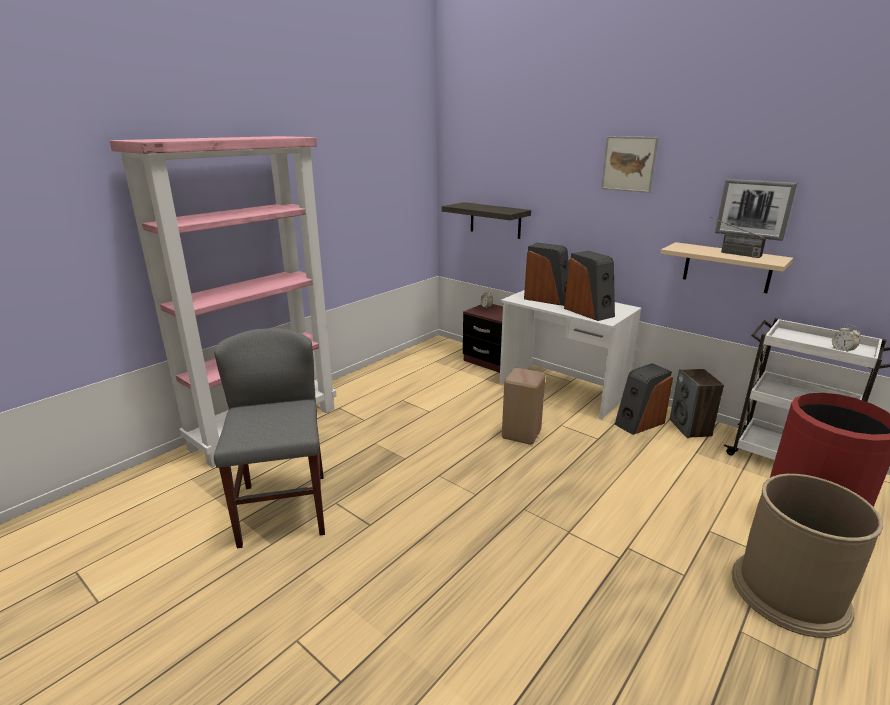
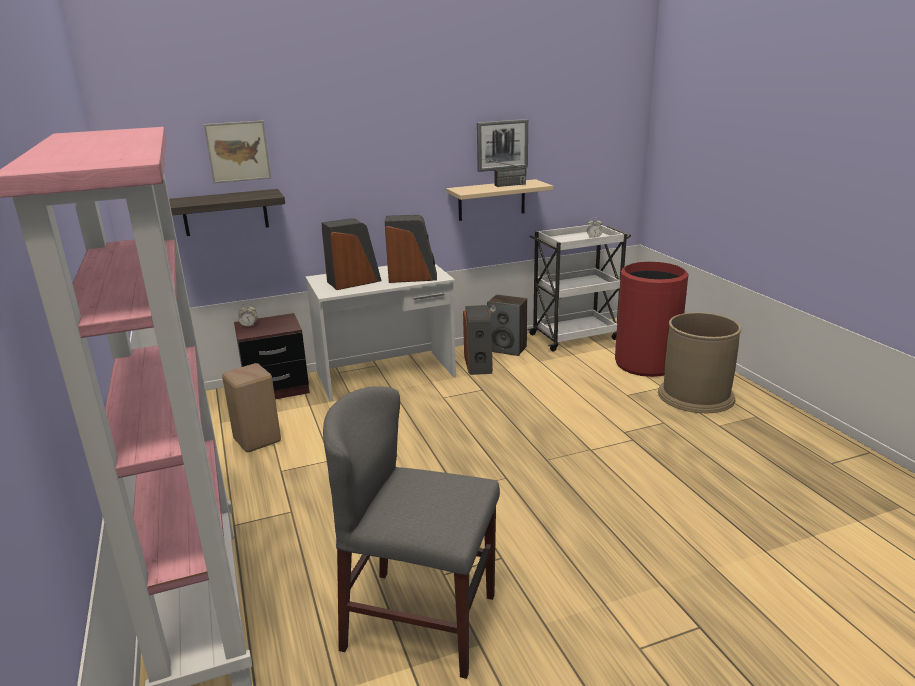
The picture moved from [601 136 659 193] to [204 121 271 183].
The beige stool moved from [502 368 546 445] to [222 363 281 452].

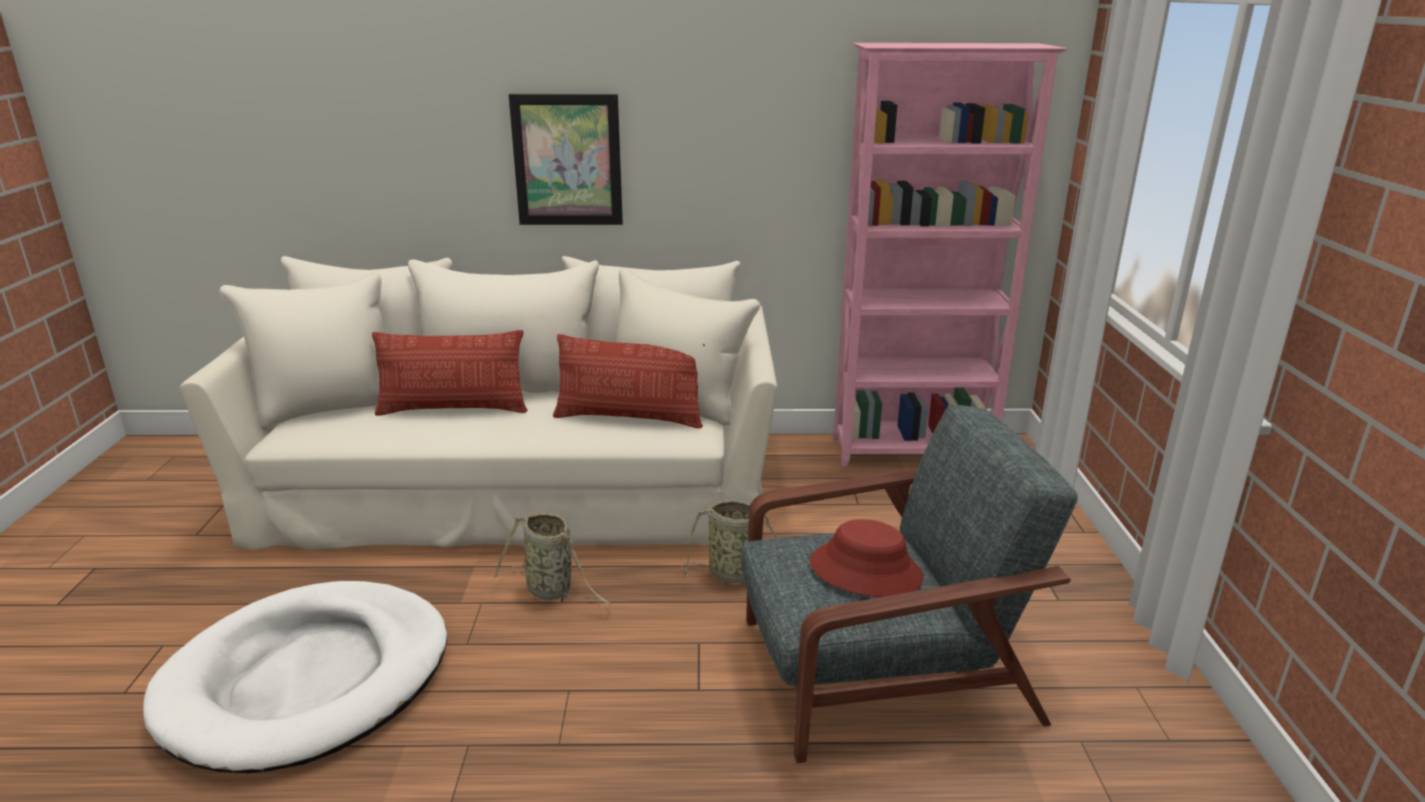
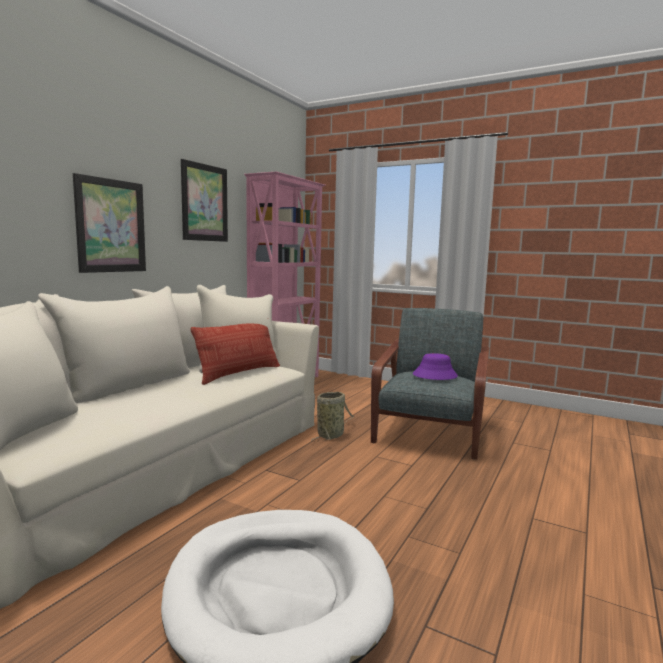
The picture at [181 159 228 242] appeared.
The red hat at [810 519 924 597] became the purple hat at [413 353 458 380].
The pillow at [372 330 528 416] disappeared.
The basket at [493 513 612 605] disappeared.

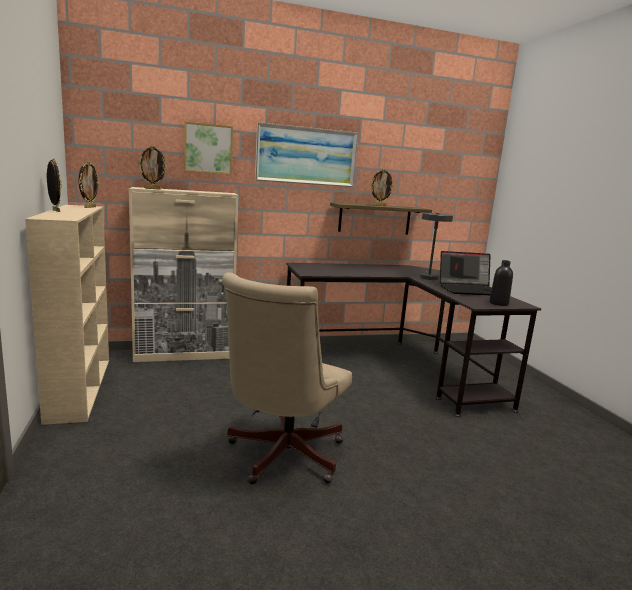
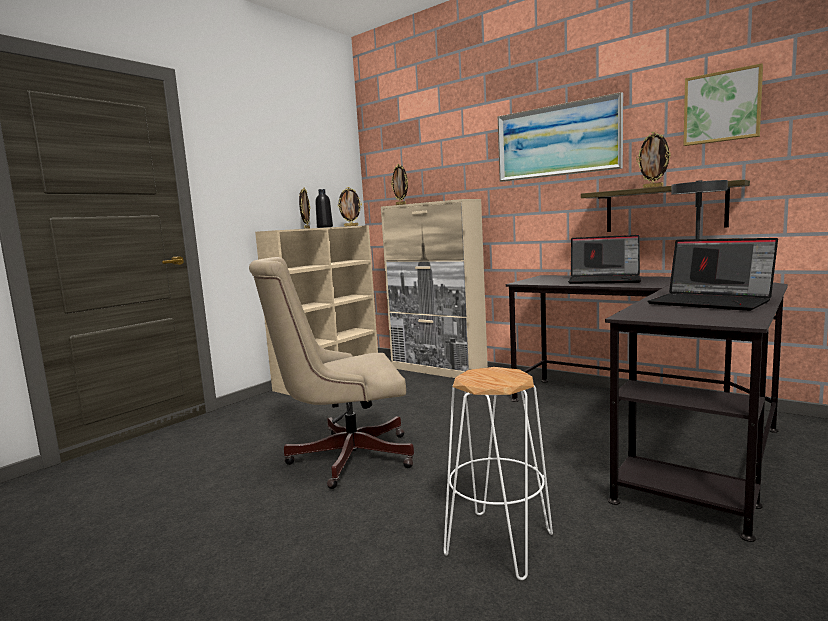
The black bottle moved from [489 260 513 306] to [315 189 333 228].
The white stool at [443 367 553 580] appeared.
The laptop at [568 235 641 284] appeared.
The picture moved from [184 121 233 175] to [684 63 763 146].

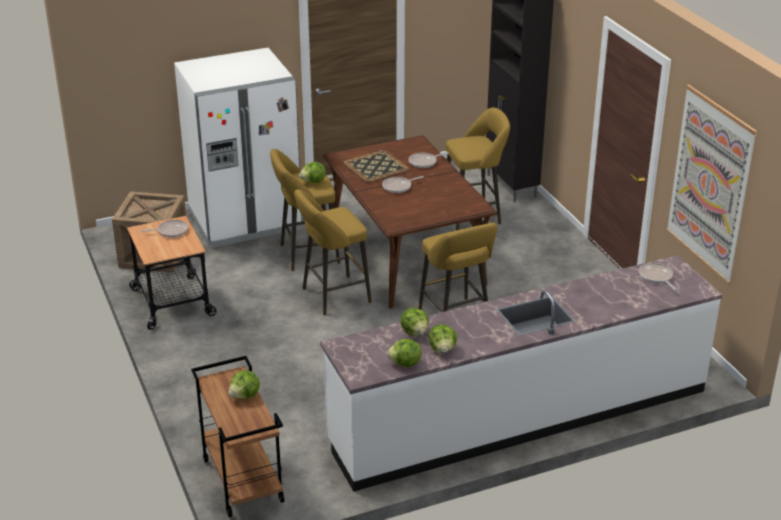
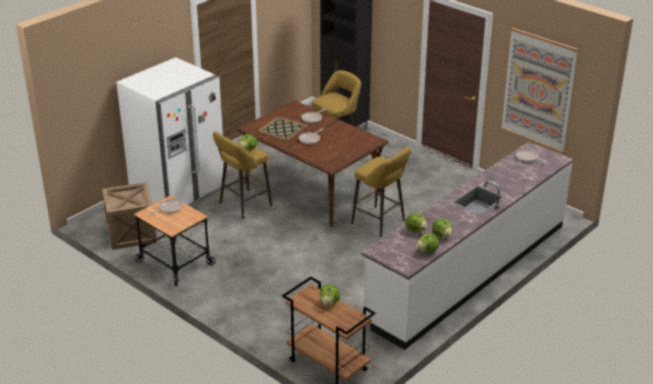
The yellow stool at [294 189 372 315] disappeared.

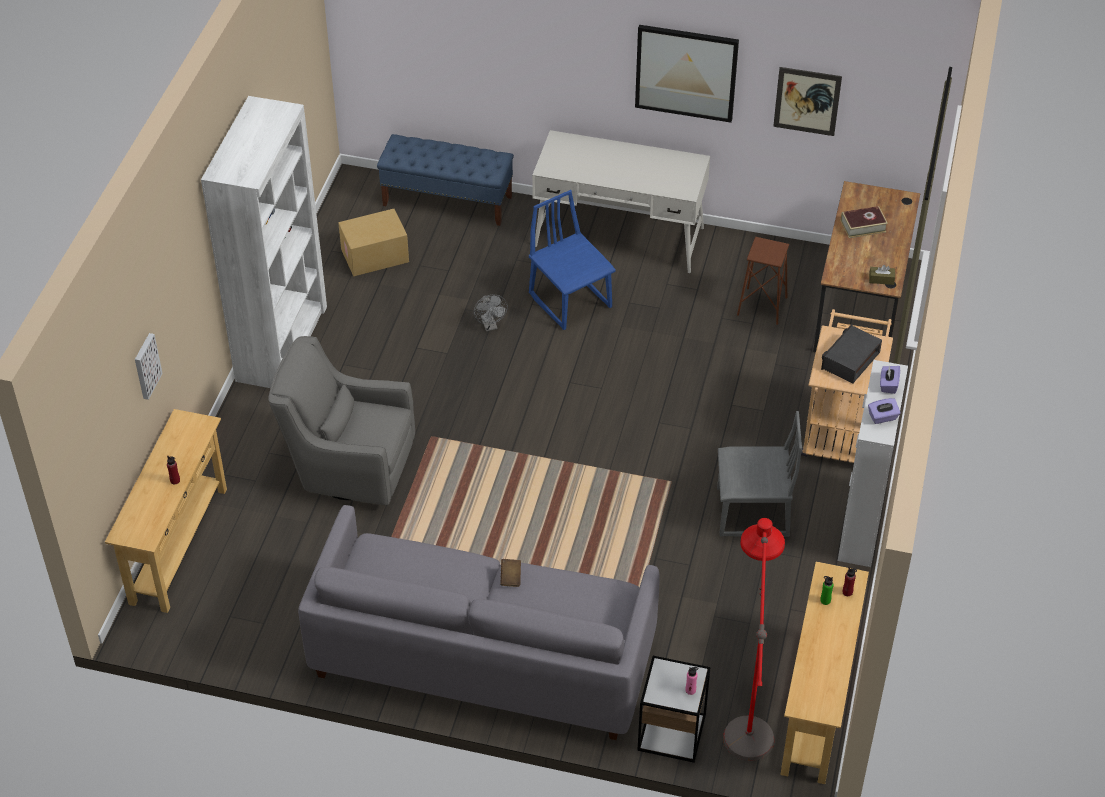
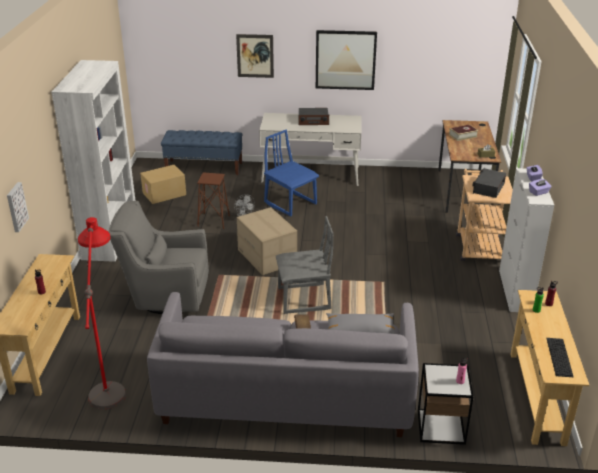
The red floor lamp moved from [723 518 785 761] to [78 217 126 409].
The brown stool moved from [737 237 789 325] to [197 172 230 229].
The picture moved from [773 67 842 136] to [236 34 274 78].
The cardboard box at [237 207 297 275] appeared.
The grey chair moved from [717 411 802 537] to [276 216 333 314].
The radio at [299 108 329 125] appeared.
The grey pillow at [326 313 396 334] appeared.
The keyboard at [546 338 574 377] appeared.

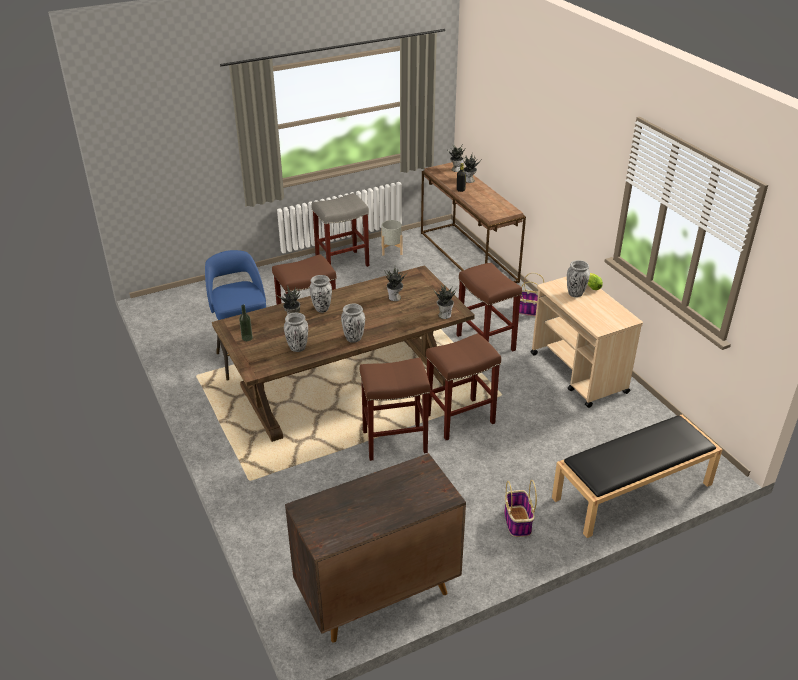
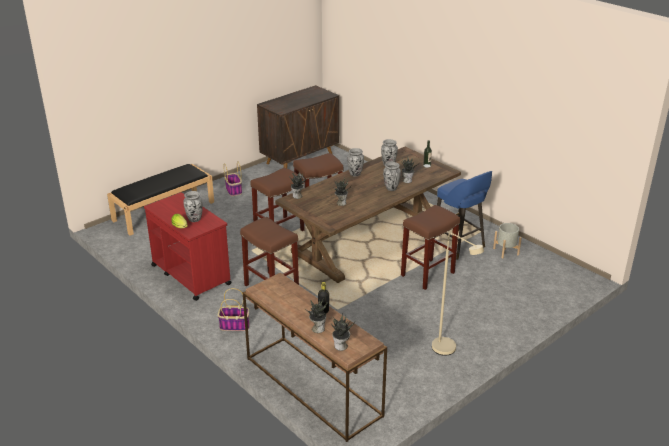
The beige cart at [531 276 643 408] became the red cart at [144 192 232 301].
The grey stool at [311 193 369 267] was replaced by the beige floor lamp at [432 233 484 356].
The grey planter moved from [381 220 402 256] to [493 223 522 258].

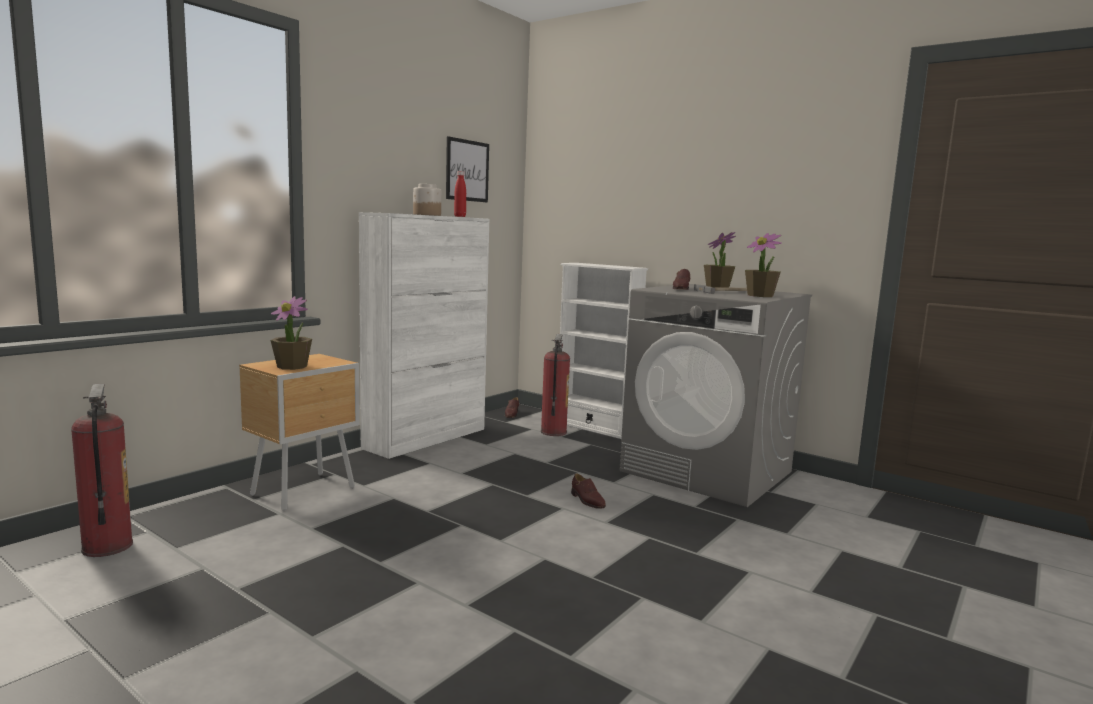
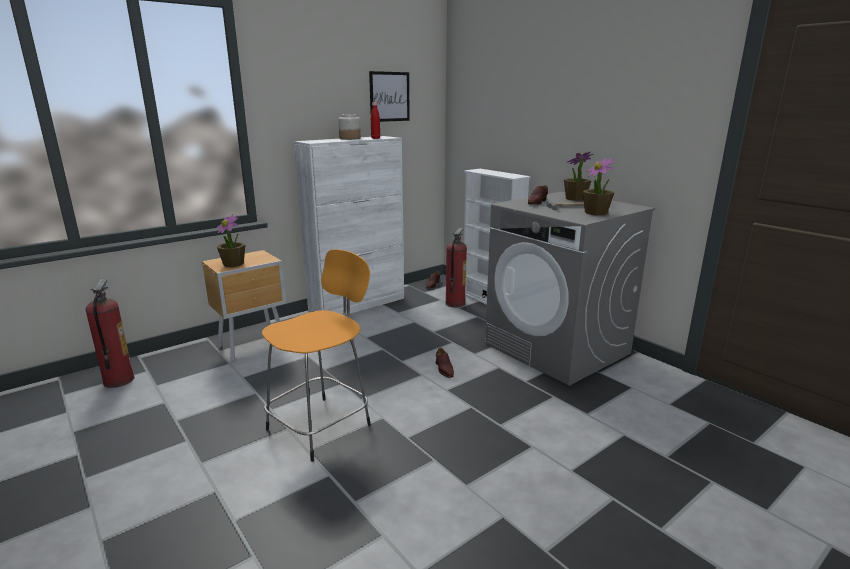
The orange stool at [262 249 371 462] appeared.

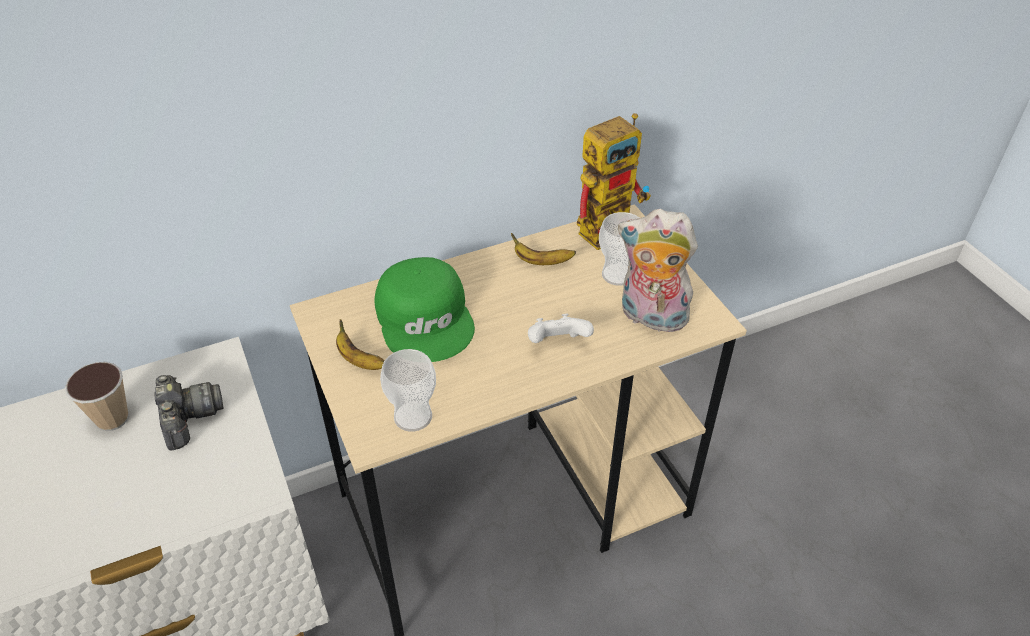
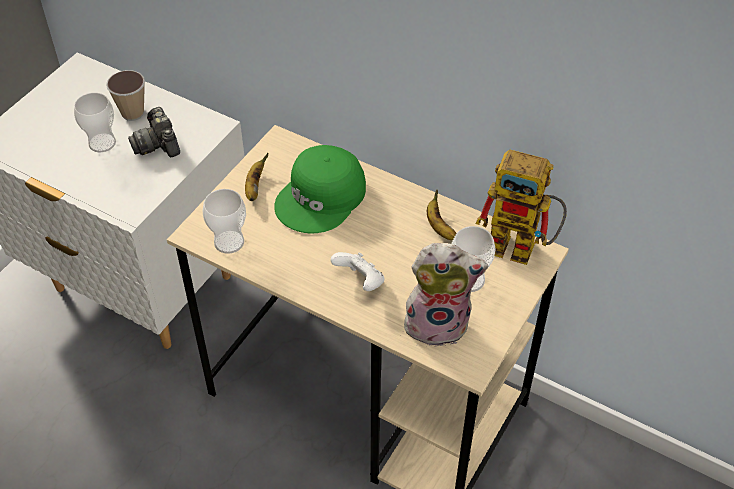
The cup at [74 93 116 152] appeared.
The photo camera at [154 375 223 451] turned 120 degrees clockwise.
The plush toy at [618 209 698 332] turned 105 degrees clockwise.

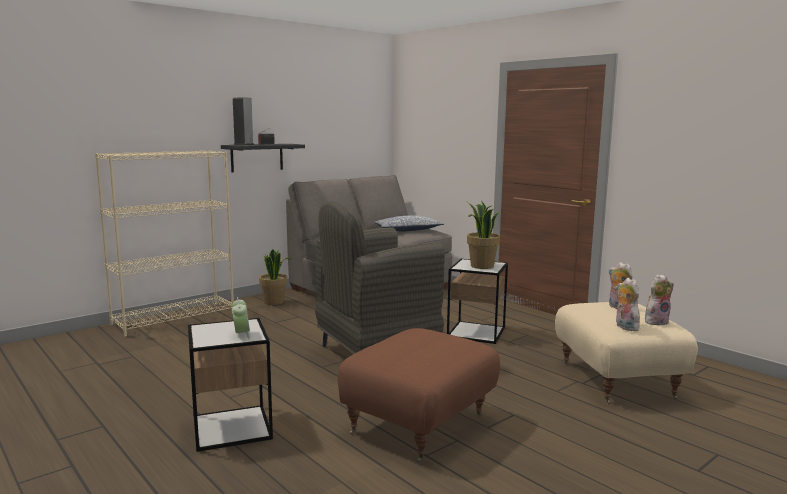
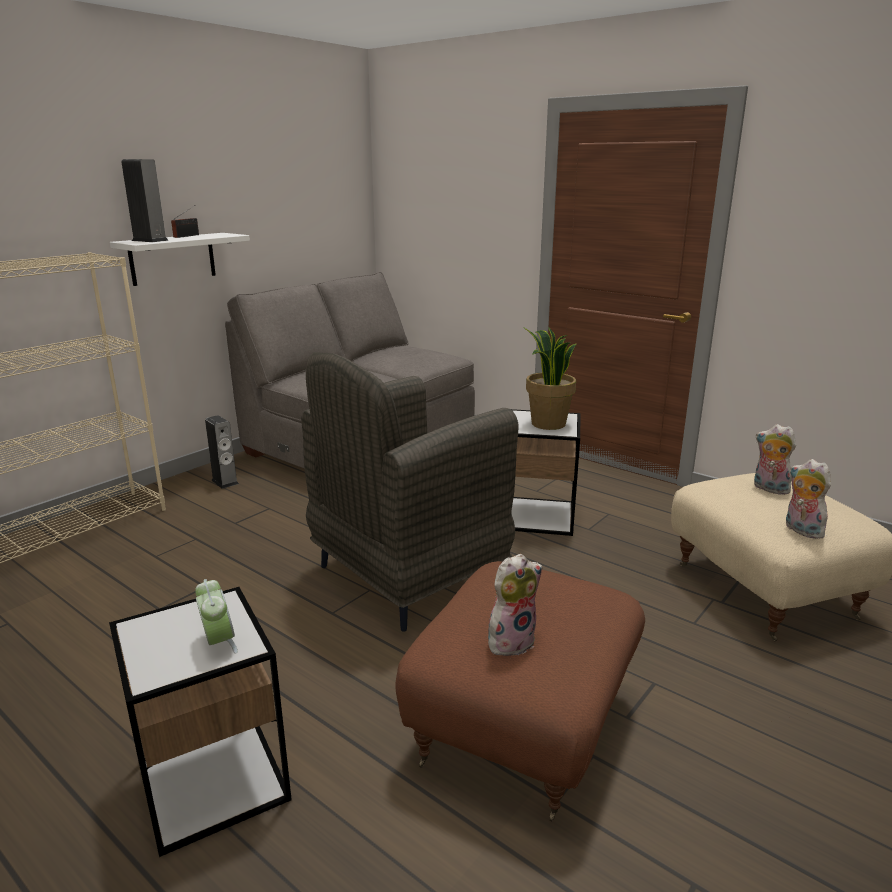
The black shelf at [221 144 305 172] became the white shelf at [110 233 250 286].
The potted plant at [259 250 290 305] was replaced by the speaker at [205 415 239 489].
The plush toy moved from [645 274 674 325] to [488 554 543 656].
The pillow at [374 215 444 231] disappeared.

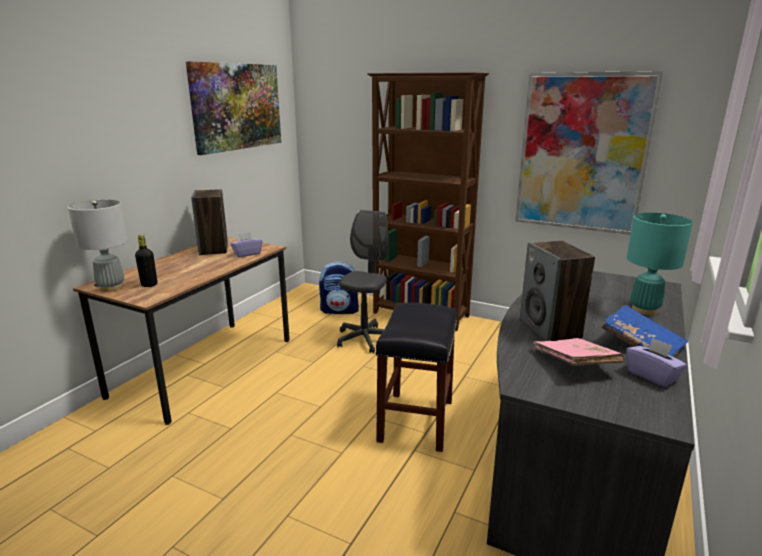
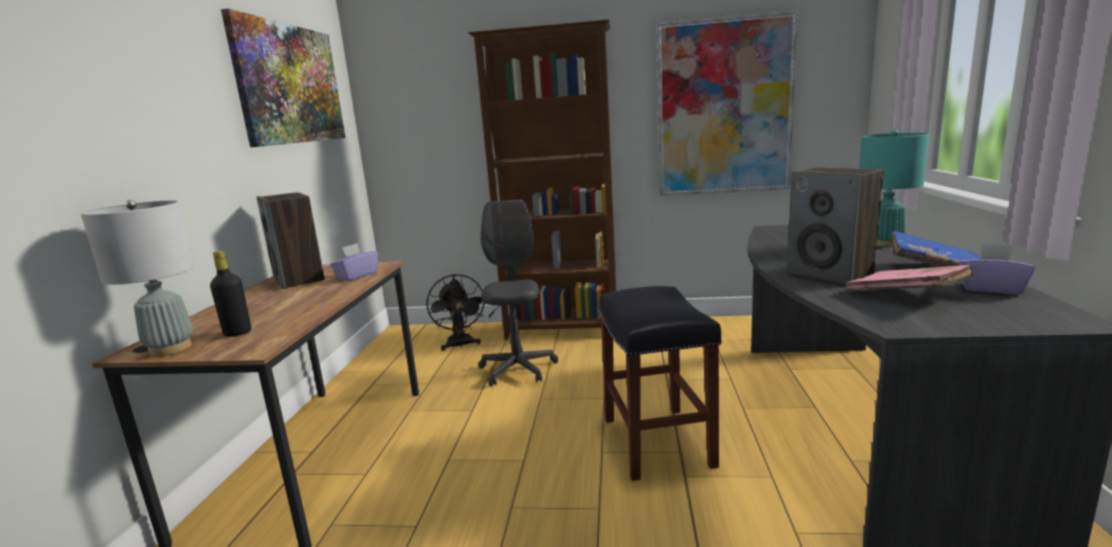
The backpack at [319 261 359 314] was replaced by the black fan at [427 274 485 351].

